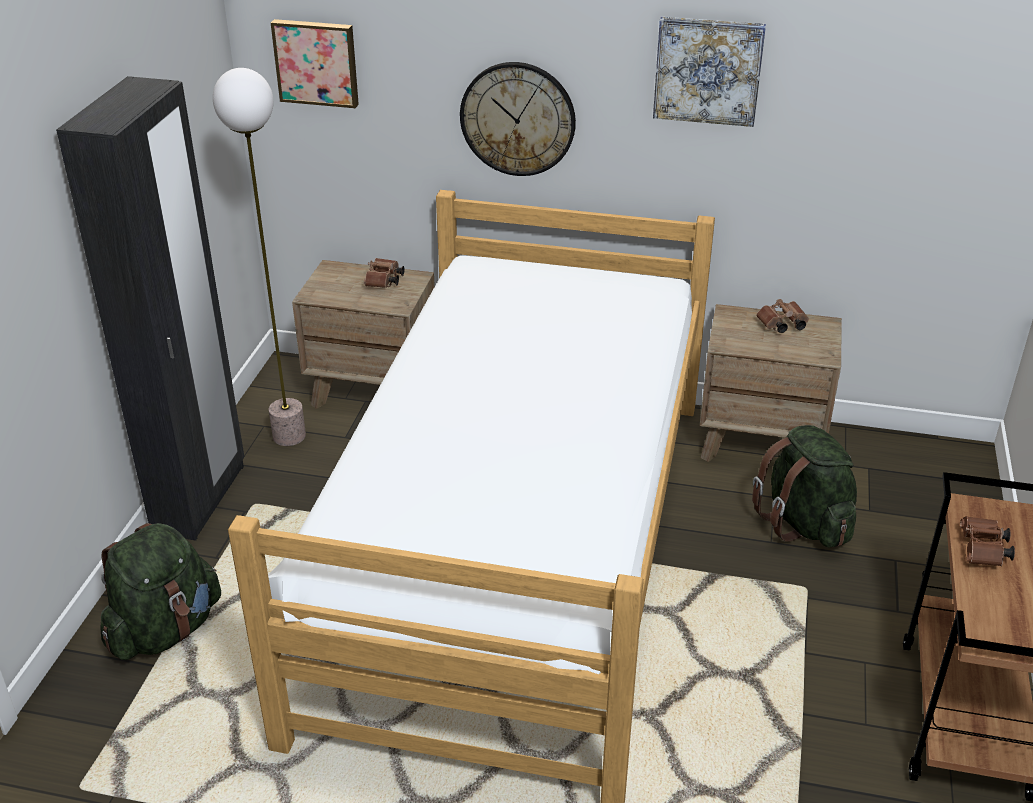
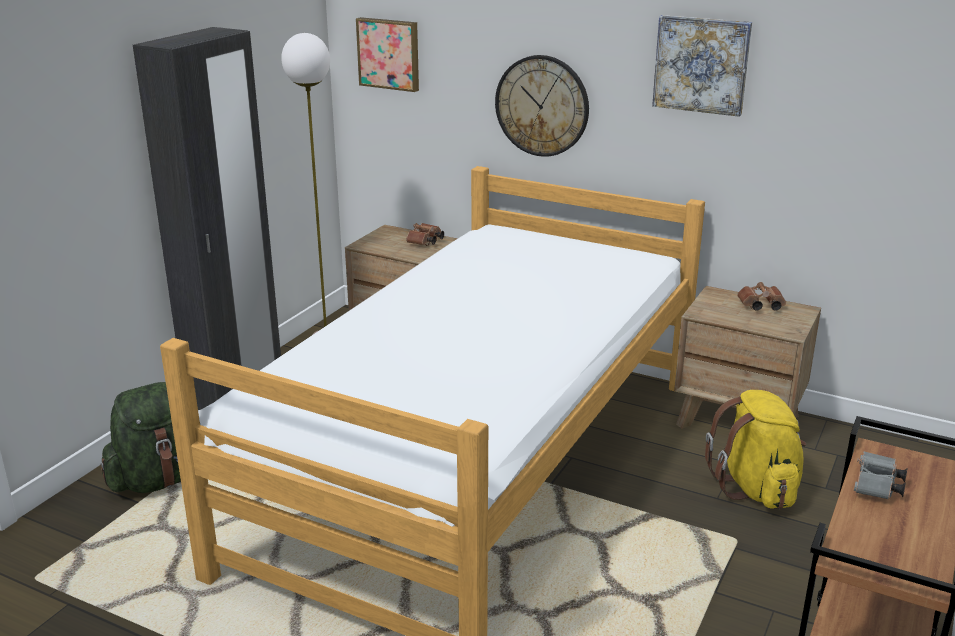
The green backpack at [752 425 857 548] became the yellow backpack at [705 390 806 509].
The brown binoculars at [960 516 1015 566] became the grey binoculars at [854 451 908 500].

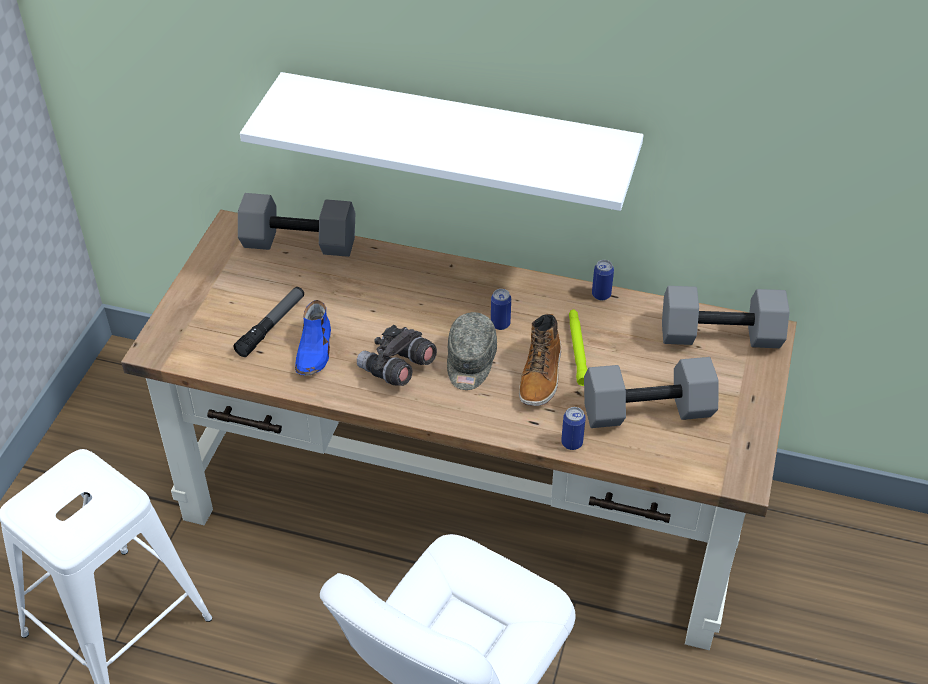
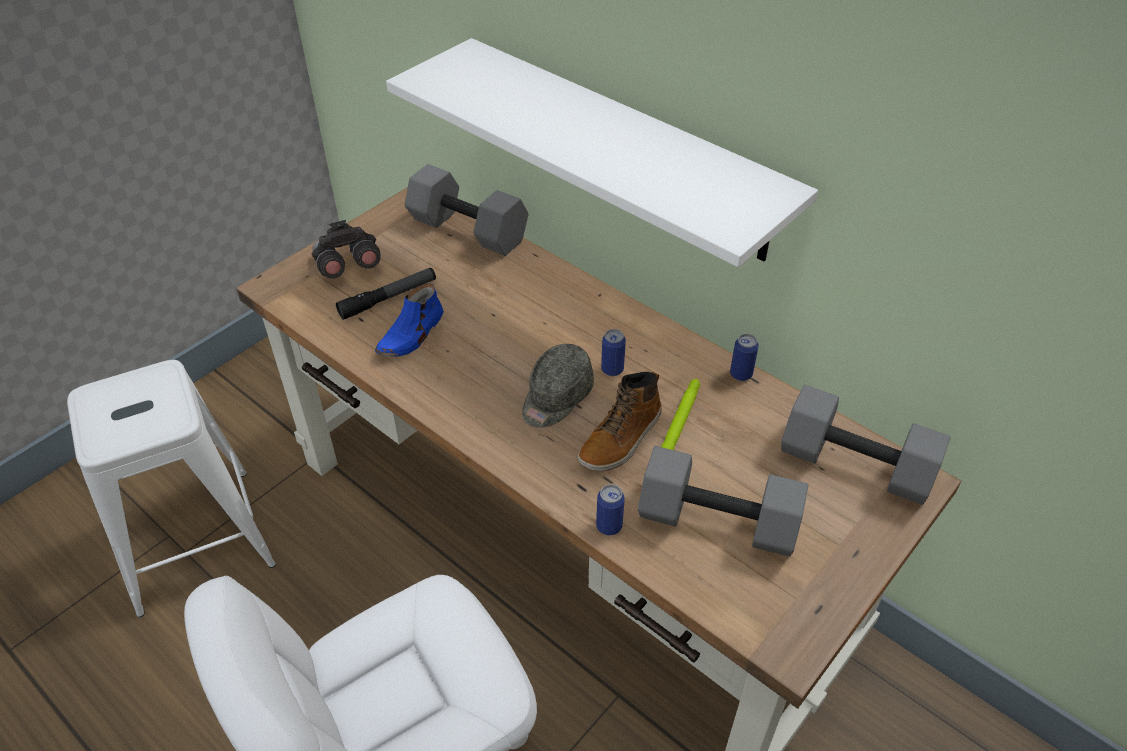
The grey binoculars moved from [357 325 437 386] to [312 220 381 279].

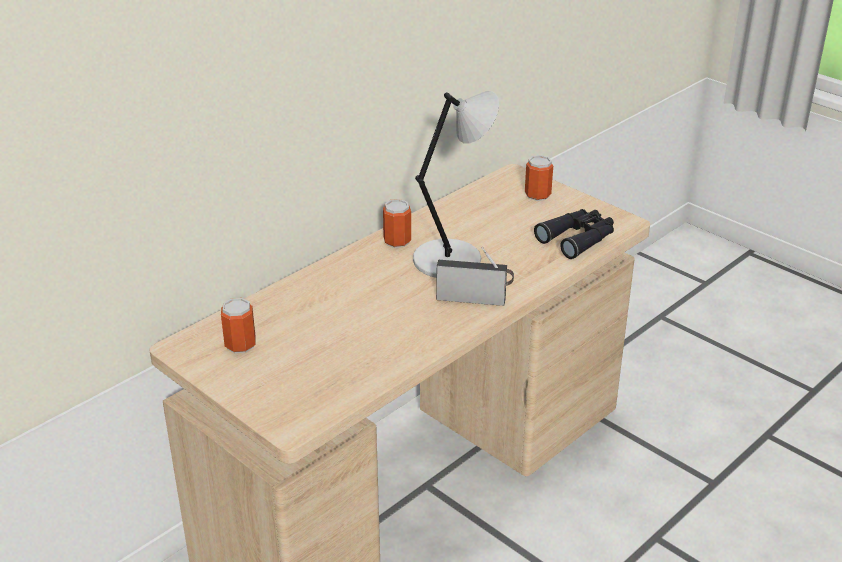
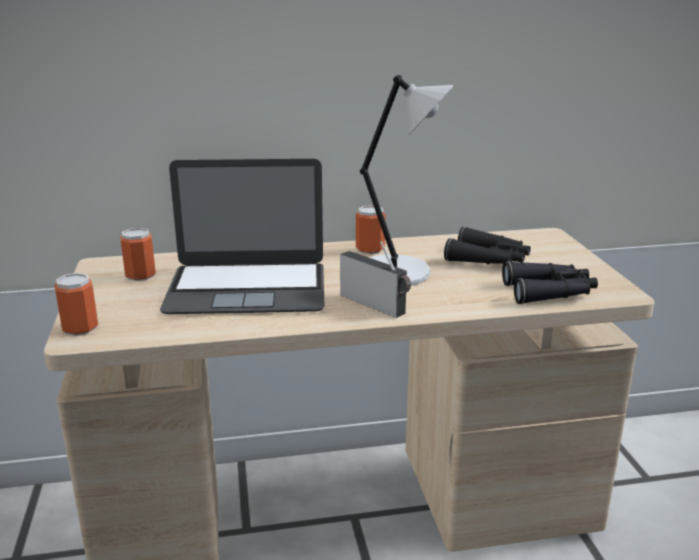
The can moved from [525 155 553 201] to [54 273 98 336].
The laptop at [160 159 325 314] appeared.
The black binoculars at [444 227 530 264] appeared.

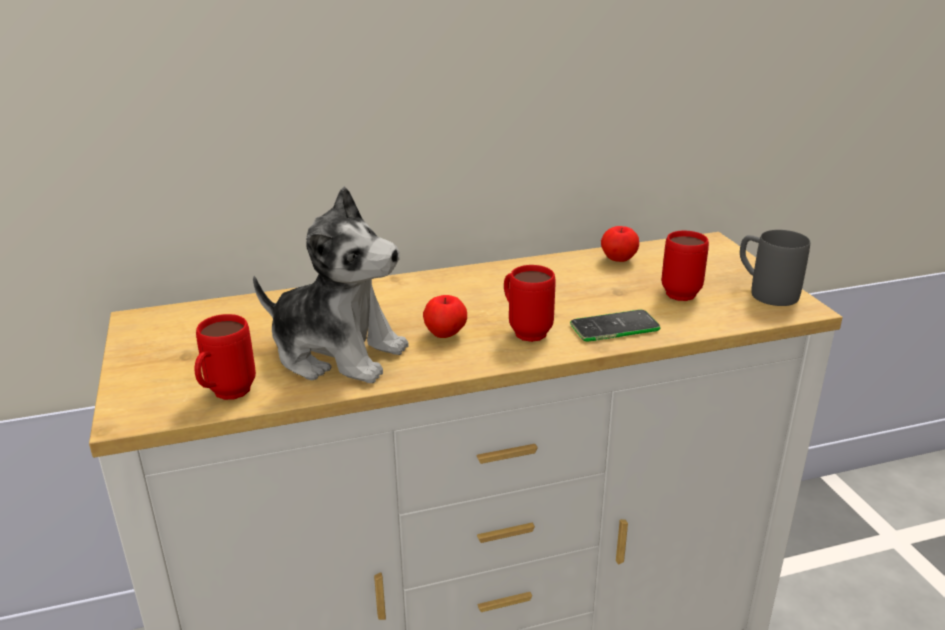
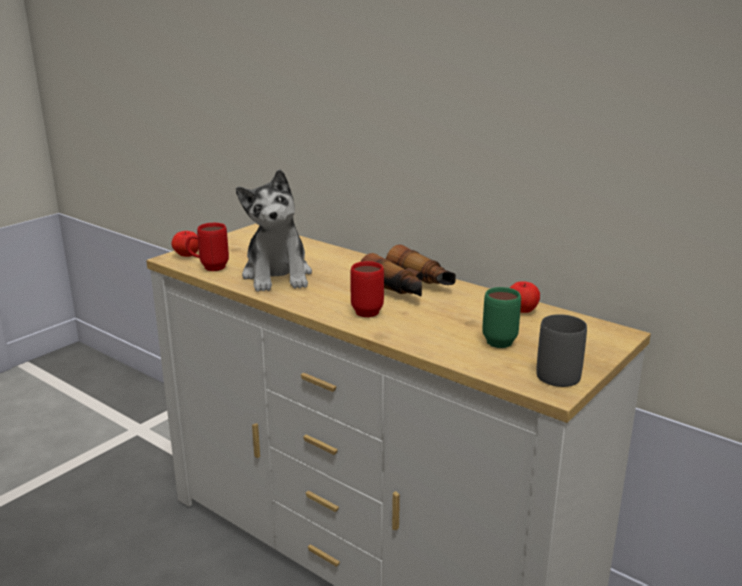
The apple moved from [423 295 467 338] to [171 231 199 257].
The binoculars at [360 244 456 297] appeared.
The red mug at [662 231 709 301] became the green mug at [482 287 521 348].
The phone at [570 310 661 342] disappeared.

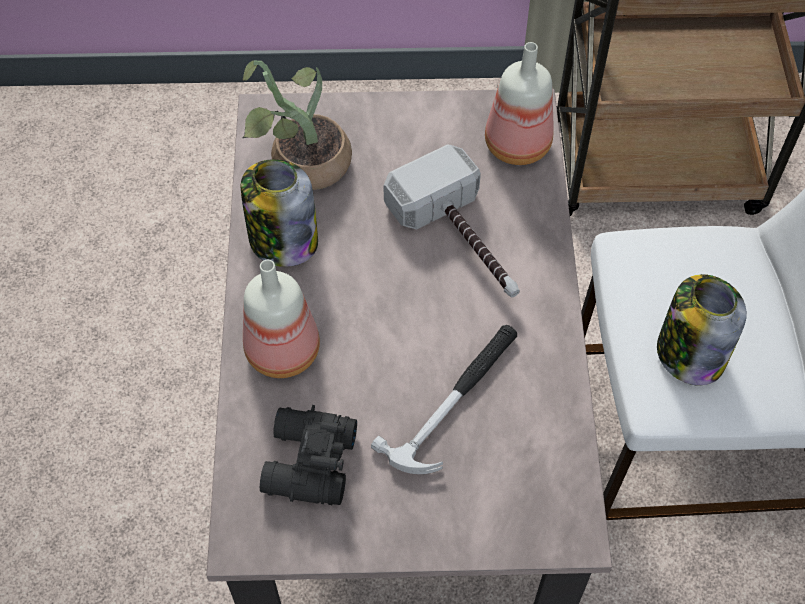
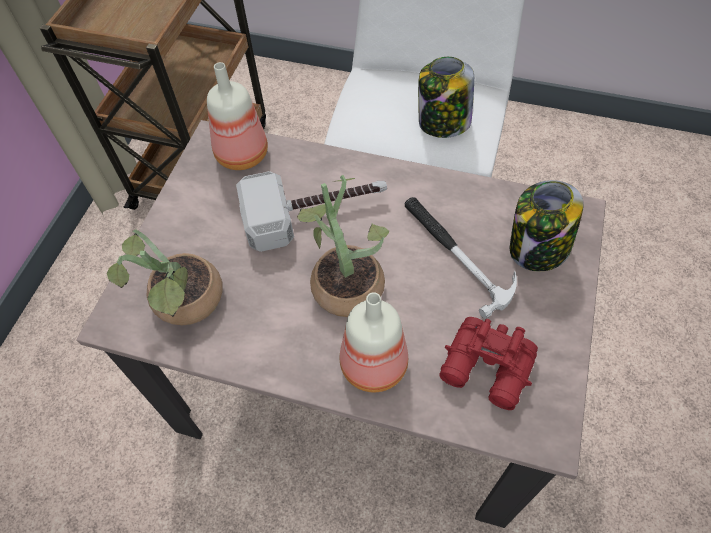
The potted plant at [297 175 389 317] appeared.
The black binoculars at [260 405 357 505] became the red binoculars at [439 317 538 410].
The jar moved from [241 159 318 267] to [510 180 583 272].

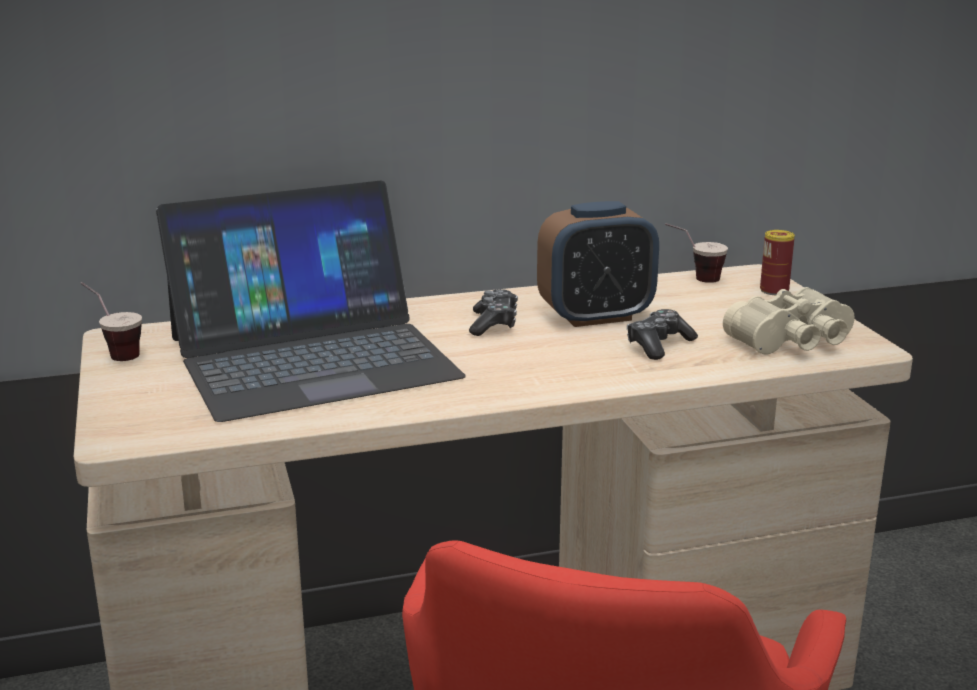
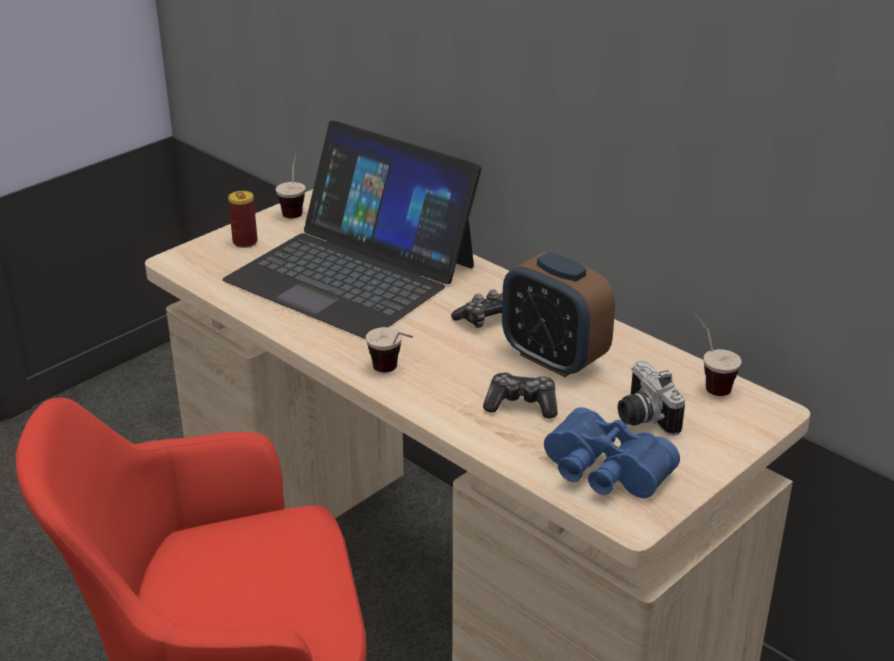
The can moved from [760 230 795 295] to [228 191 258 248].
The cup at [366 327 413 372] appeared.
The beige binoculars at [723 287 855 355] became the blue binoculars at [544 407 680 498].
The photo camera at [618 361 685 436] appeared.

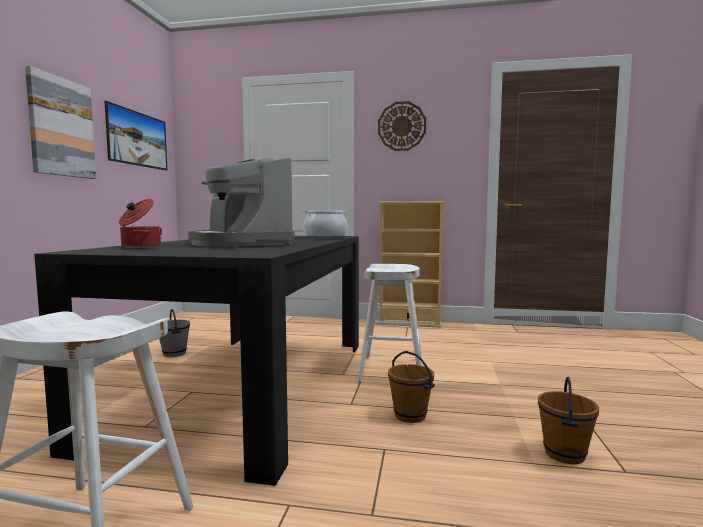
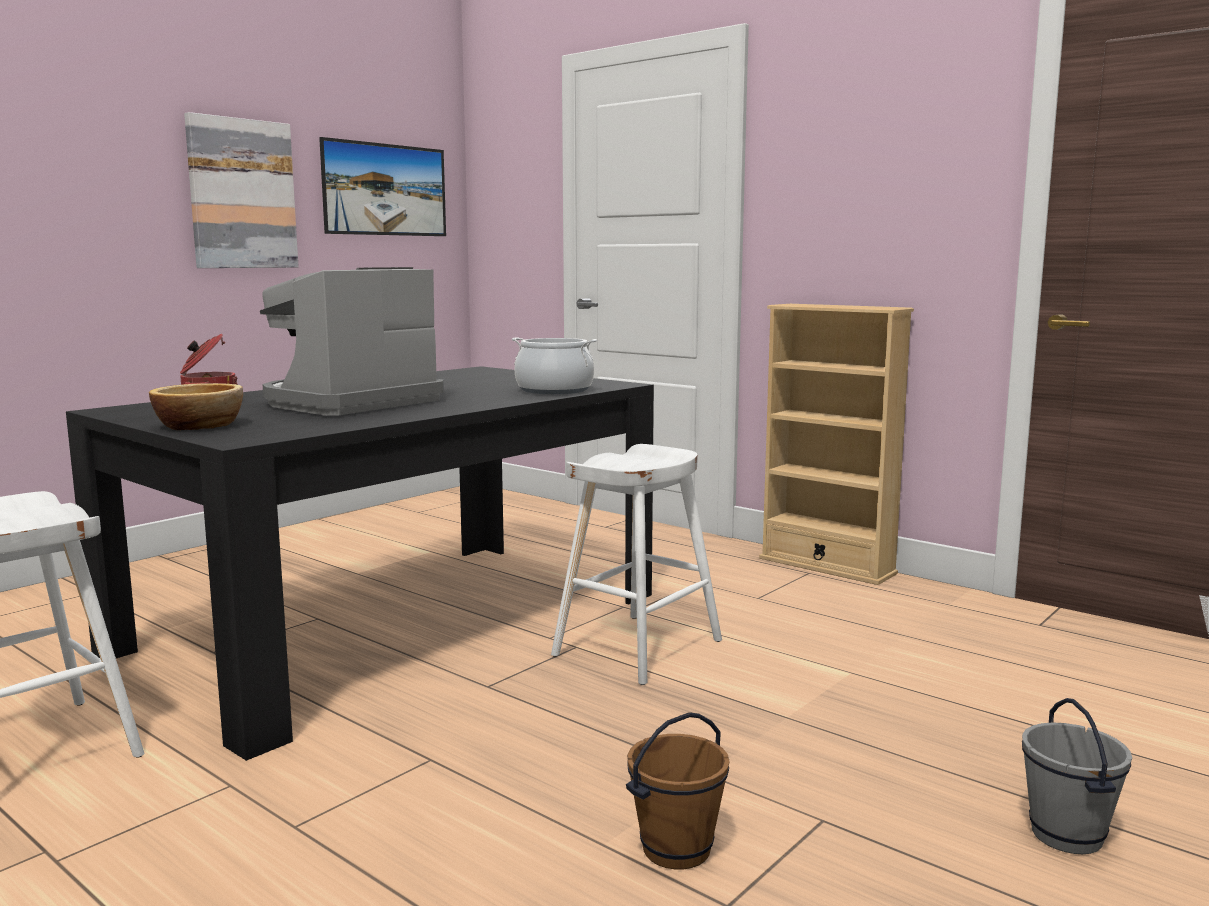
The bowl at [149 383 243 430] appeared.
The coffee machine at [188 157 295 247] turned 45 degrees clockwise.
The grey bucket moved from [159 309 190 357] to [1022 698 1132 854].
The wall clock at [378 101 426 151] disappeared.
The brown bucket at [388 351 435 423] disappeared.

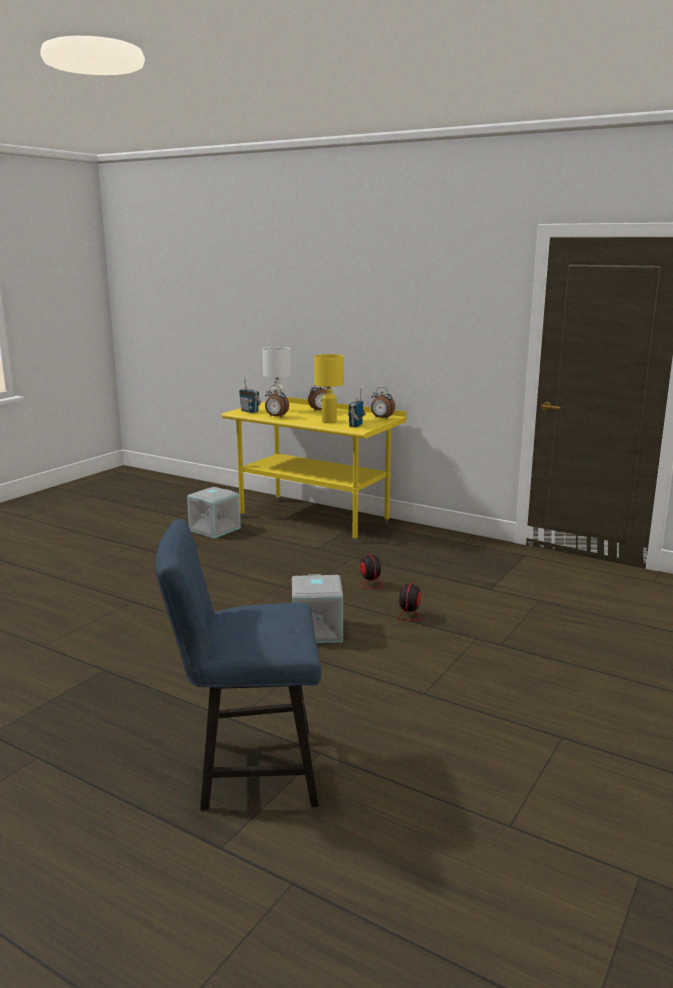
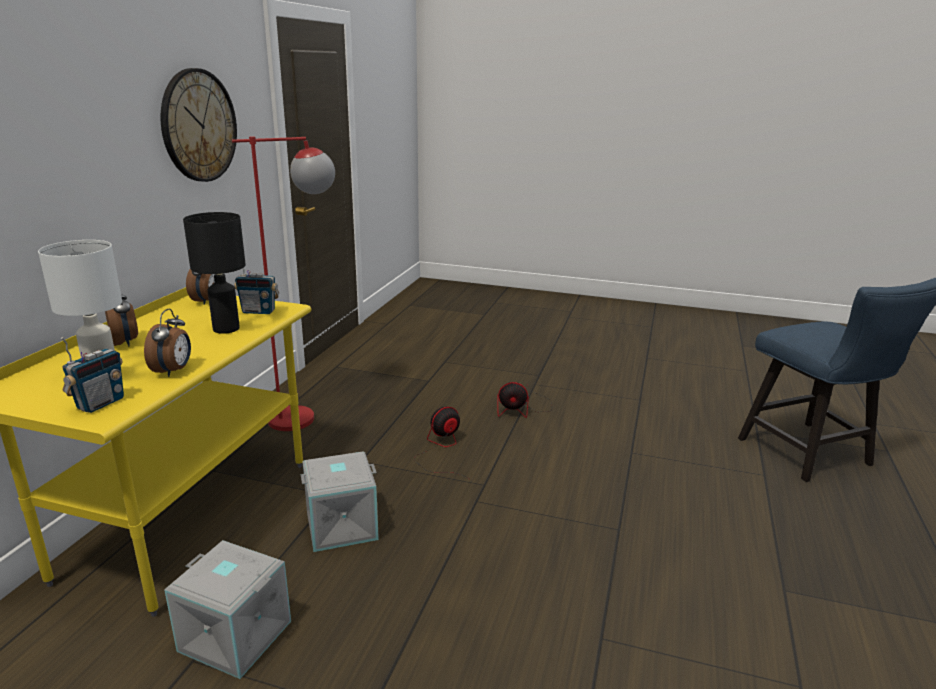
The wall clock at [161 68 237 182] appeared.
The yellow table lamp at [314 354 344 423] became the black table lamp at [183 212 246 334].
The red floor lamp at [232 136 335 431] appeared.
The grey storage box moved from [292 574 343 643] to [301 451 379 552].

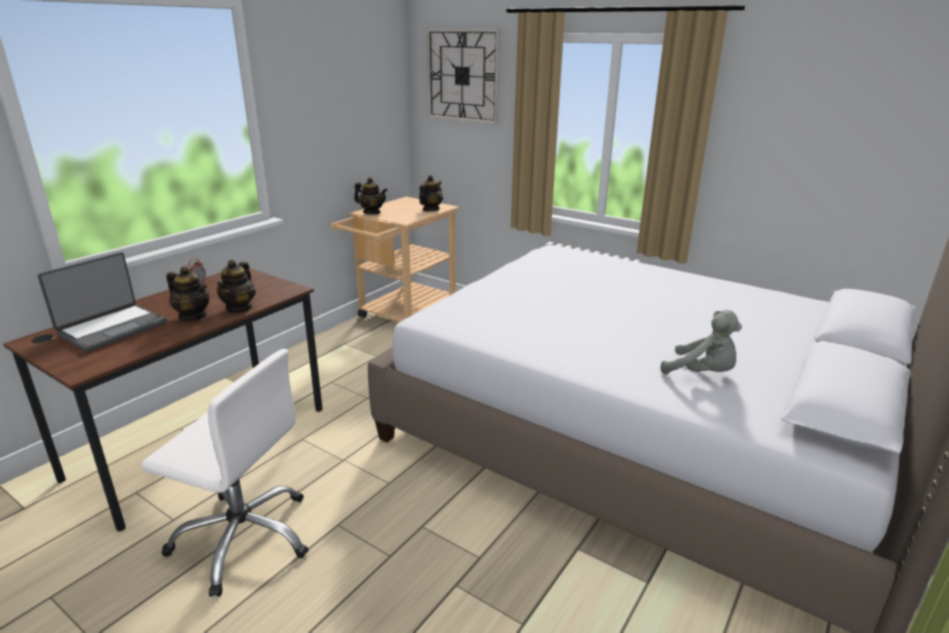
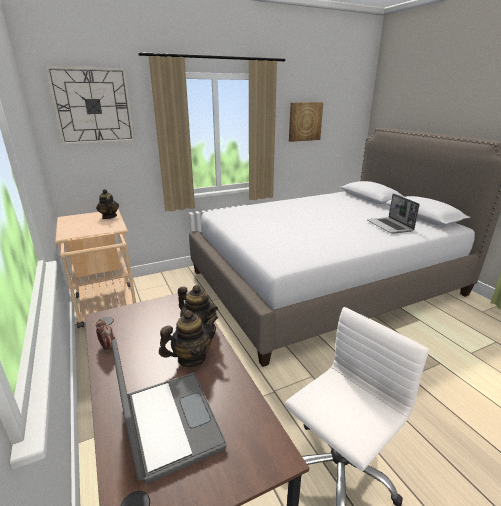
The picture at [289 102 323 142] appeared.
The grey plush toy at [661 310 742 374] was replaced by the laptop at [367 193 420 234].
The teapot at [354 177 388 214] disappeared.

